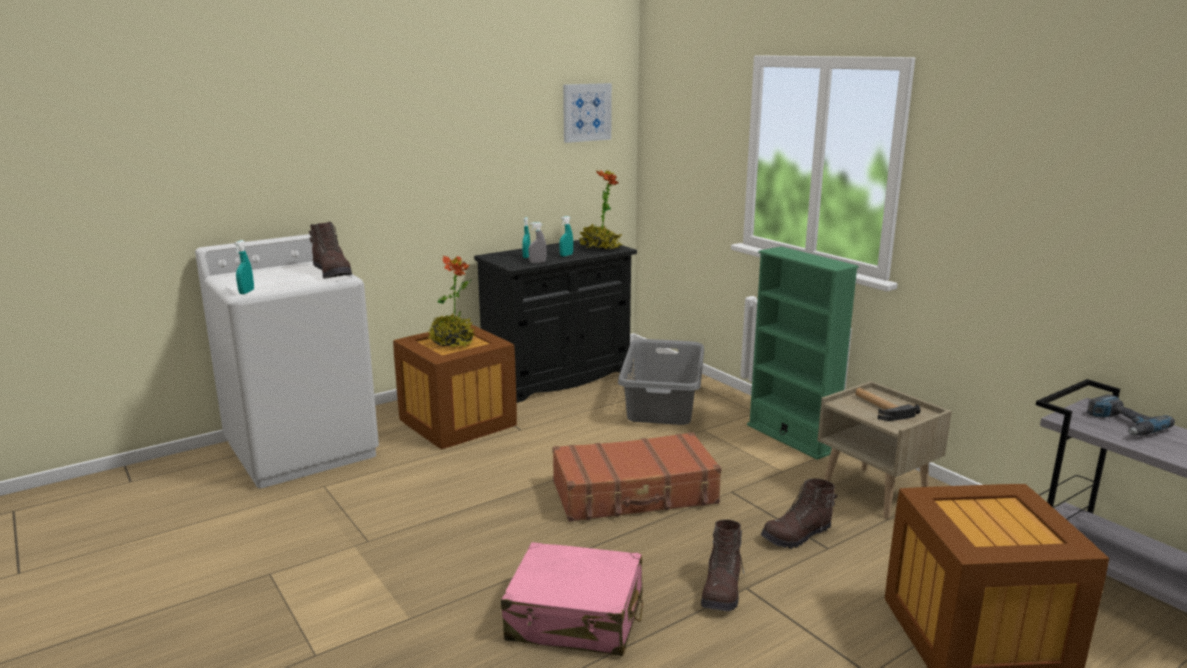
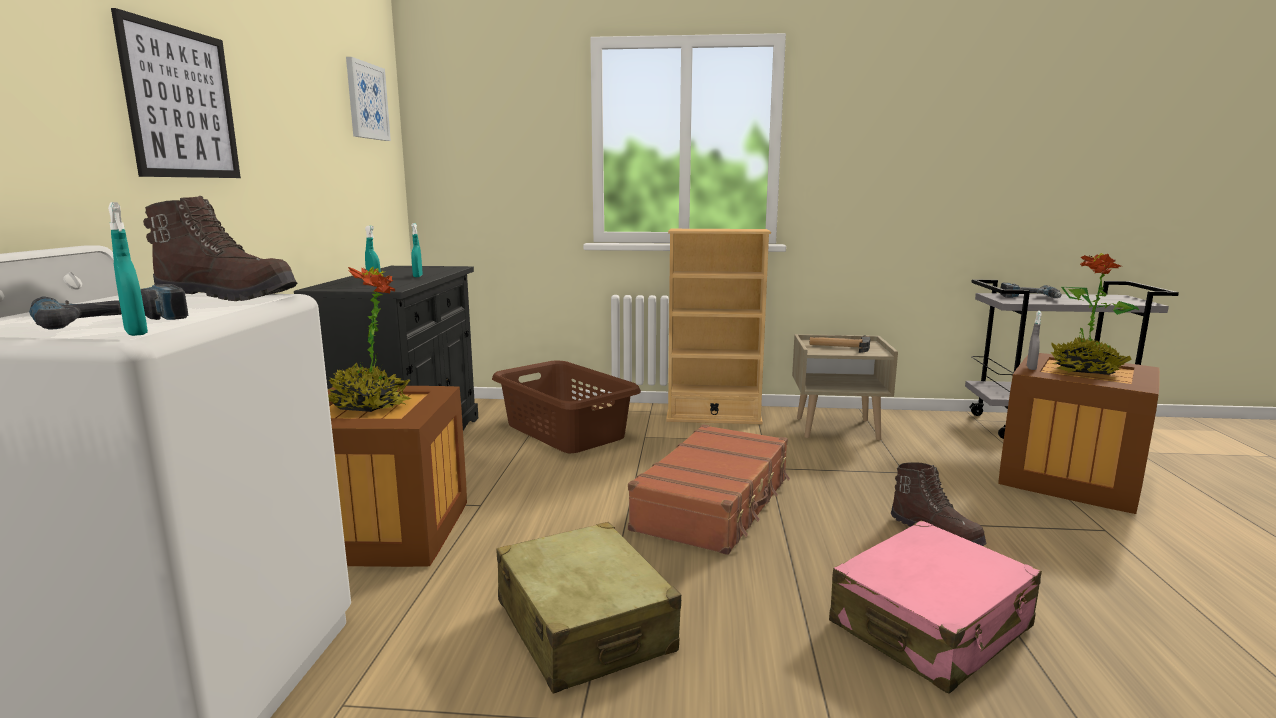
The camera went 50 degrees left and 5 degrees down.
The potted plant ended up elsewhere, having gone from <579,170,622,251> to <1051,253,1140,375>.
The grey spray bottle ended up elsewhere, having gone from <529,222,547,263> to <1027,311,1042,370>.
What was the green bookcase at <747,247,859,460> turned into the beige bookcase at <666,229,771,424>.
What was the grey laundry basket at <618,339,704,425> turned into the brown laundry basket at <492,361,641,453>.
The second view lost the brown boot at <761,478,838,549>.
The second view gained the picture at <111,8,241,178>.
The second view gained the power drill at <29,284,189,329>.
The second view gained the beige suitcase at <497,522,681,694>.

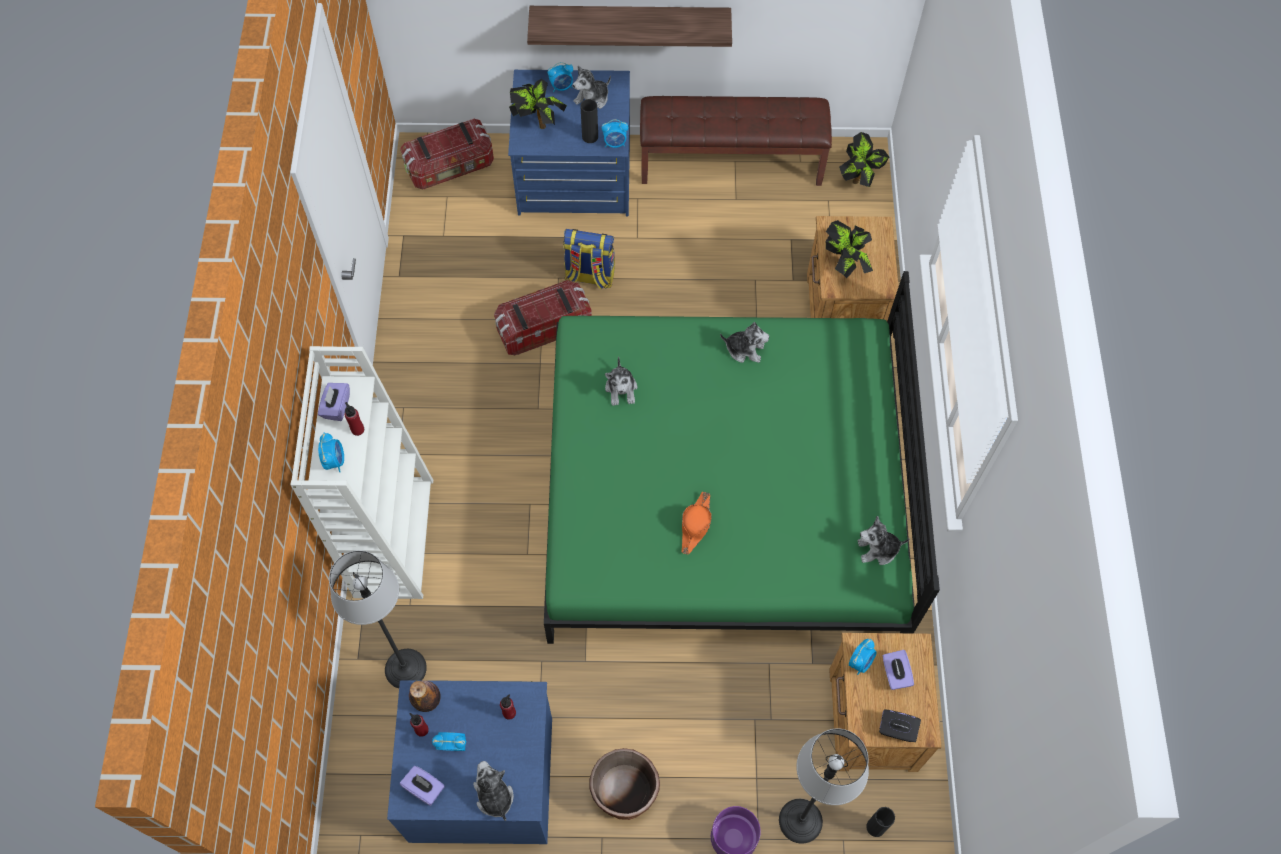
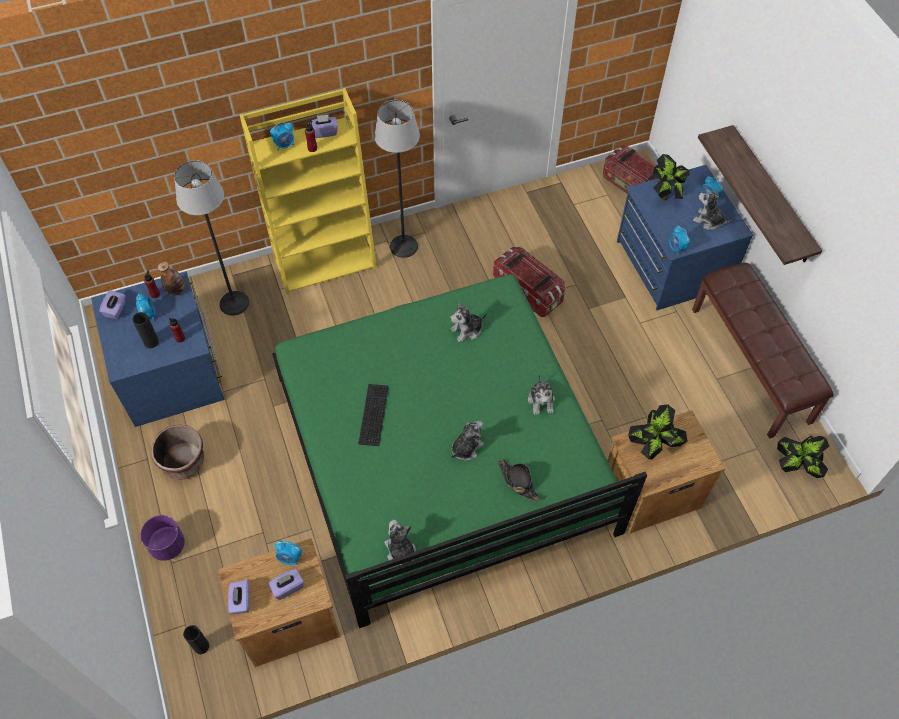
The camera went 70 degrees right and 5 degrees down.
The black vase ended up elsewhere, having gone from <580,99,598,143> to <132,312,159,348>.
The second view lost the backpack at <563,229,615,290>.
What was the white bookcase at <290,346,433,599> turned into the yellow bookcase at <240,88,377,295>.
Where the orange hat stood at <682,492,712,554>, the keyboard came to stand at <358,384,389,446>.
What was the black tissue box at <879,709,921,742> turned into the purple tissue box at <228,580,250,614>.
The floor lamp ended up elsewhere, having gone from <779,728,869,844> to <374,100,420,258>.
The plush toy ended up elsewhere, having gone from <473,761,514,821> to <451,420,484,461>.
The second view gained the black hat at <498,459,541,501>.

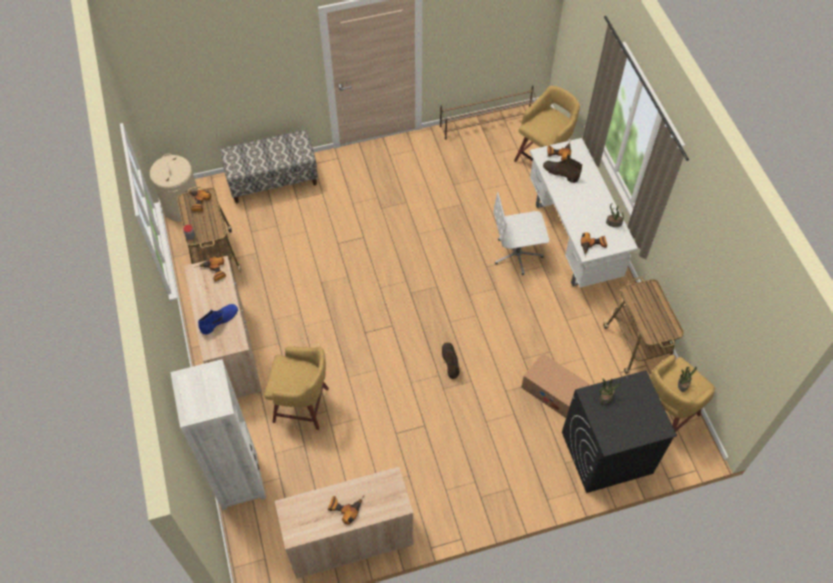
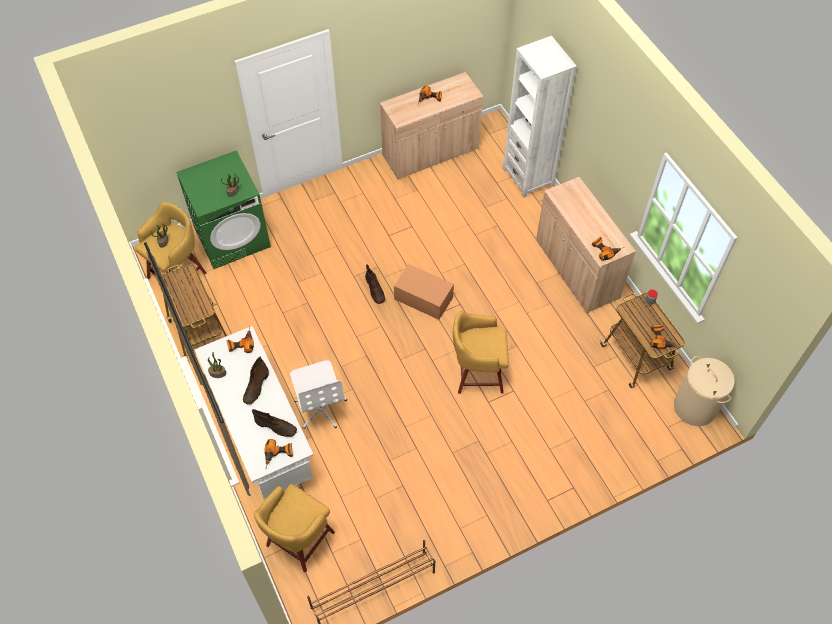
The camera went 170 degrees right and 0 degrees up.
The second view lost the bench at <220,130,318,203>.
The white office chair at <494,192,549,275> ended up facing another way, 90 degrees clockwise from before.
The second view lost the blue boot at <198,304,238,334>.
The yellow stool ended up elsewhere, having gone from <264,346,329,430> to <453,311,509,394>.
The cardboard box ended up elsewhere, having gone from <521,353,589,418> to <394,264,454,320>.
What was the black washing machine at <562,370,677,493> turned into the green washing machine at <176,150,271,269>.
The second view gained the brown boot at <243,357,269,405>.

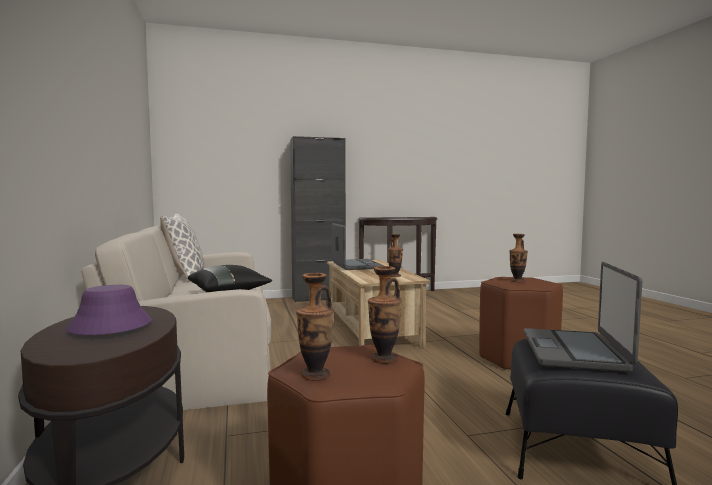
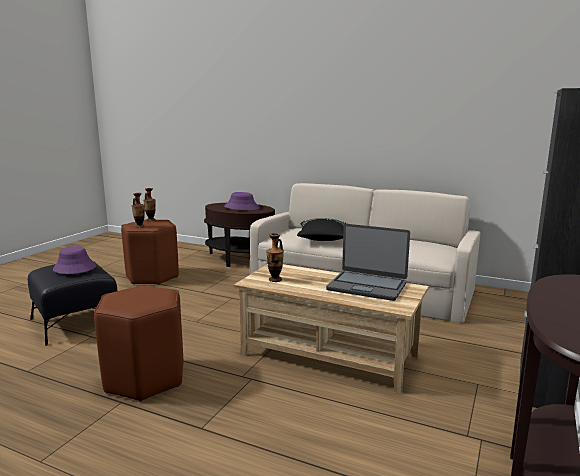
The camera went 130 degrees right and 10 degrees up.
The second view lost the pillow at <160,214,204,282>.
The second view lost the vase at <509,234,528,282>.
Where the laptop stood at <524,262,643,372>, the purple hat came to stand at <53,246,96,274>.

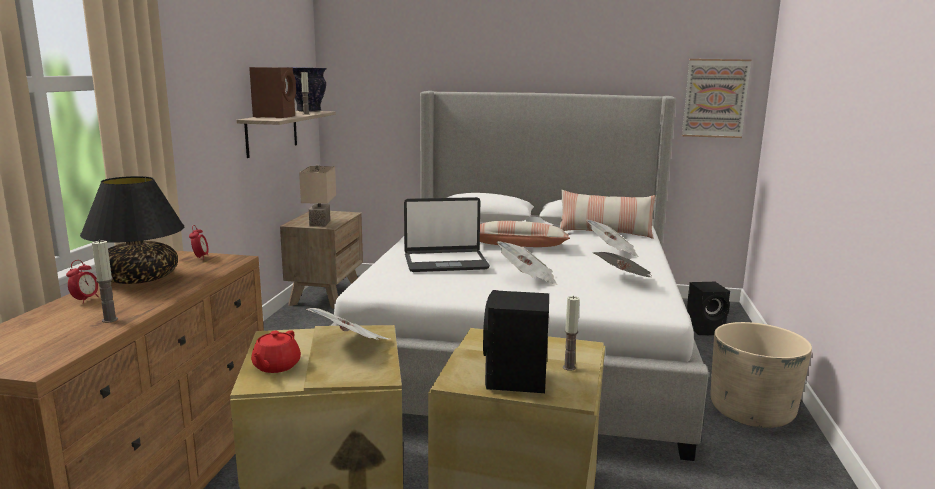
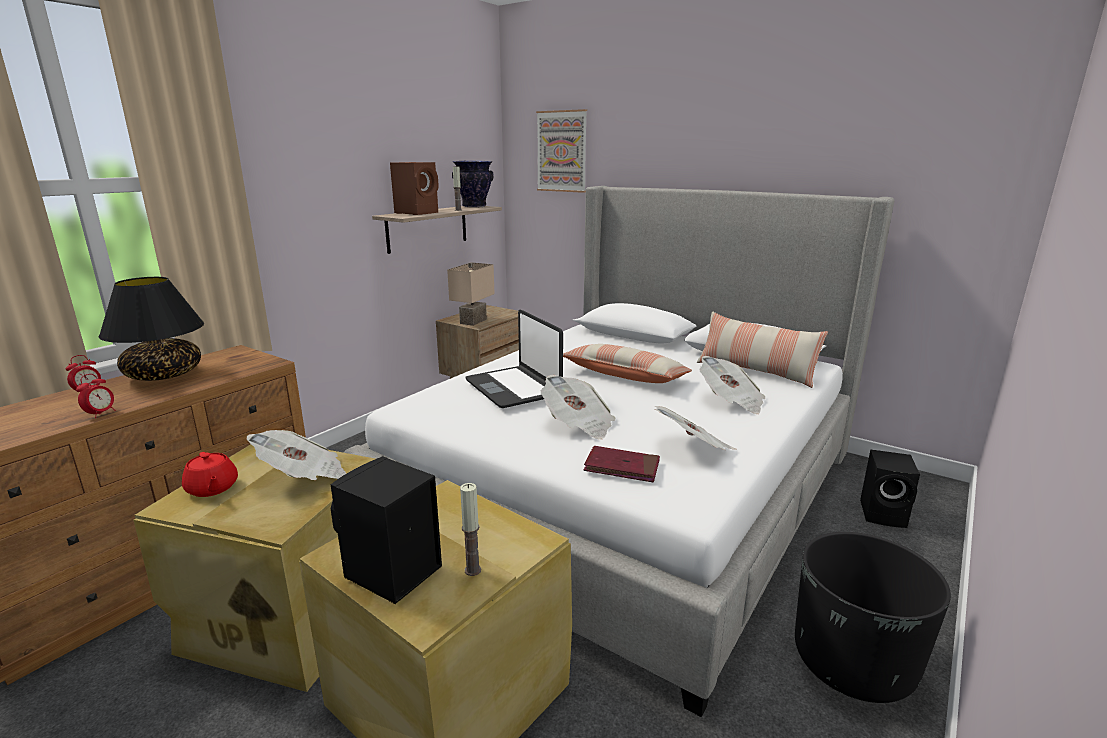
The camera went 25 degrees right and 5 degrees up.
The picture ended up elsewhere, having gone from <682,59,752,138> to <536,109,587,193>.
The laptop at <404,197,490,272> ended up facing another way, 45 degrees clockwise from before.
The alarm clock ended up elsewhere, having gone from <189,225,209,260> to <76,374,115,418>.
The second view lost the candle at <92,240,118,323>.
What was the beige planter at <711,322,812,428> turned into the black planter at <795,532,951,703>.
The red teapot at <251,330,301,373> ended up facing another way, 75 degrees counterclockwise from before.
The second view gained the red book at <584,446,660,483>.

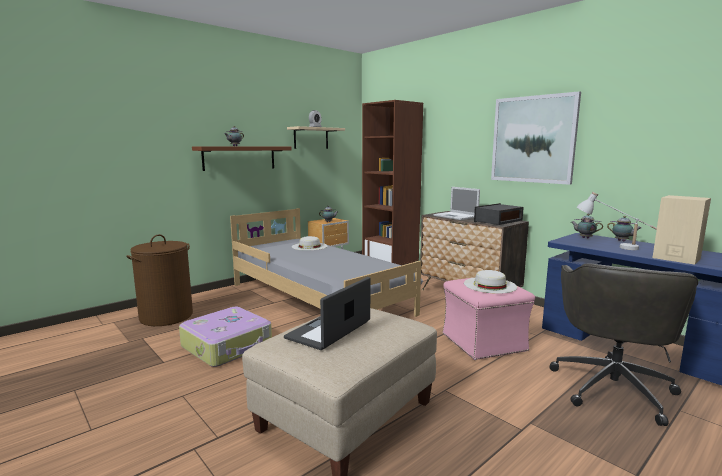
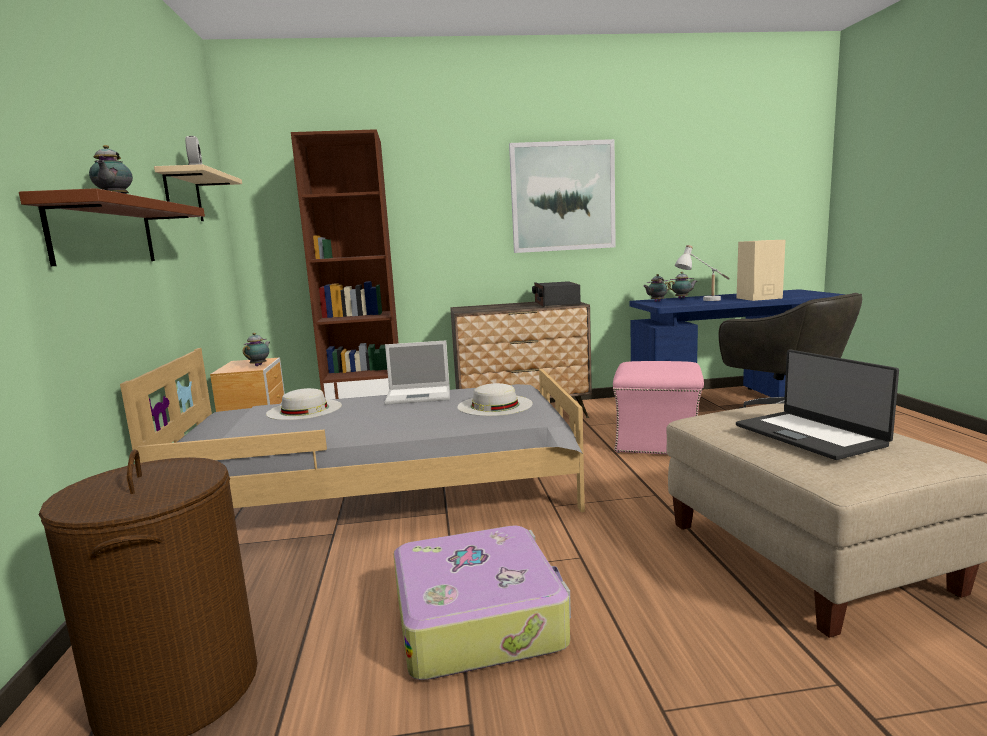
The camera went 55 degrees left and 0 degrees up.
The laptop ended up elsewhere, having gone from <433,187,480,220> to <384,340,450,405>.
The white hat ended up elsewhere, having gone from <464,270,517,294> to <458,383,533,416>.

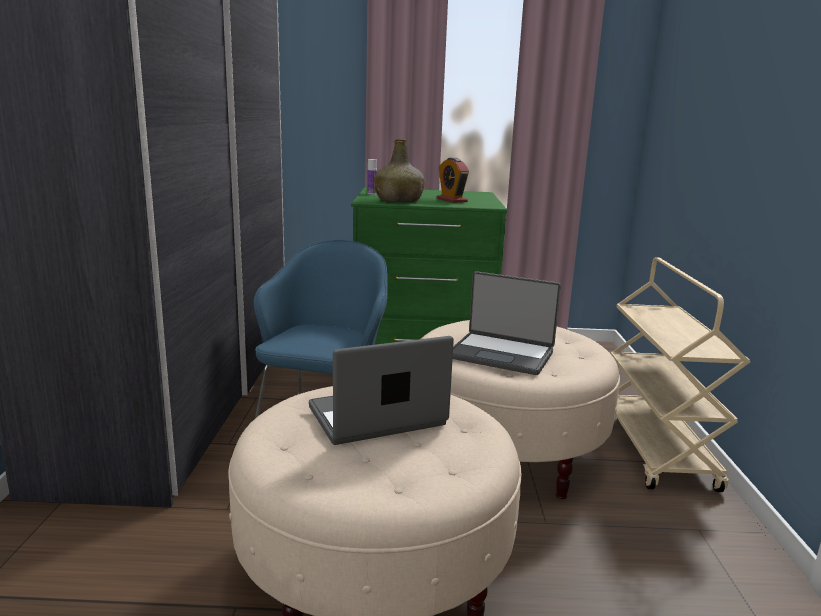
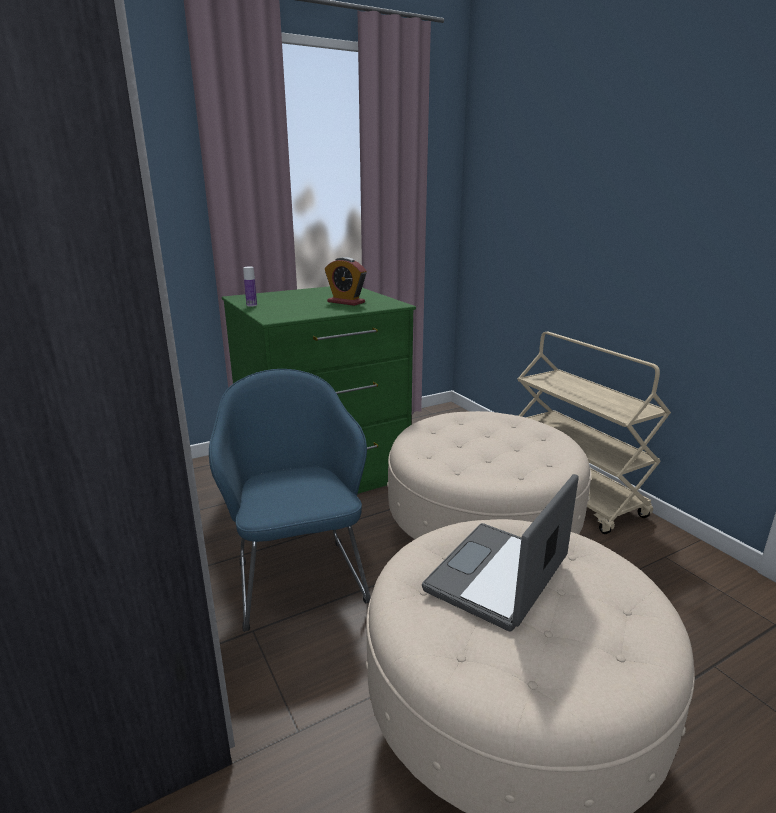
The camera went 30 degrees left and 5 degrees up.
The second view lost the green bottle at <374,139,425,202>.
The second view lost the laptop at <453,271,561,375>.

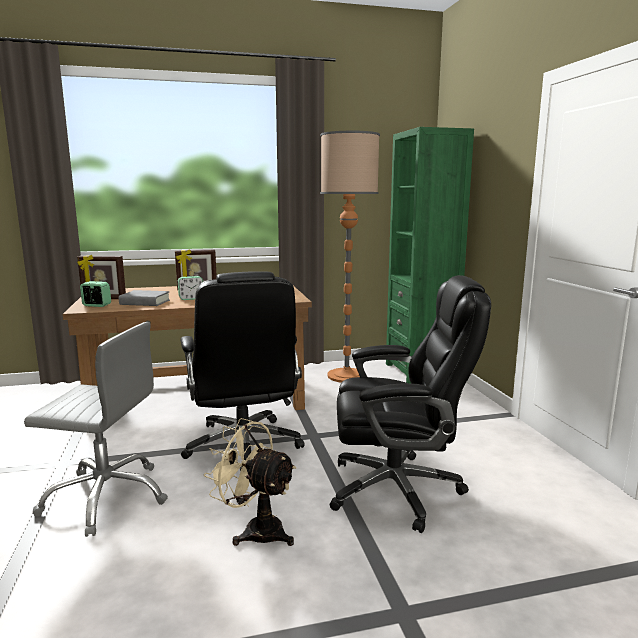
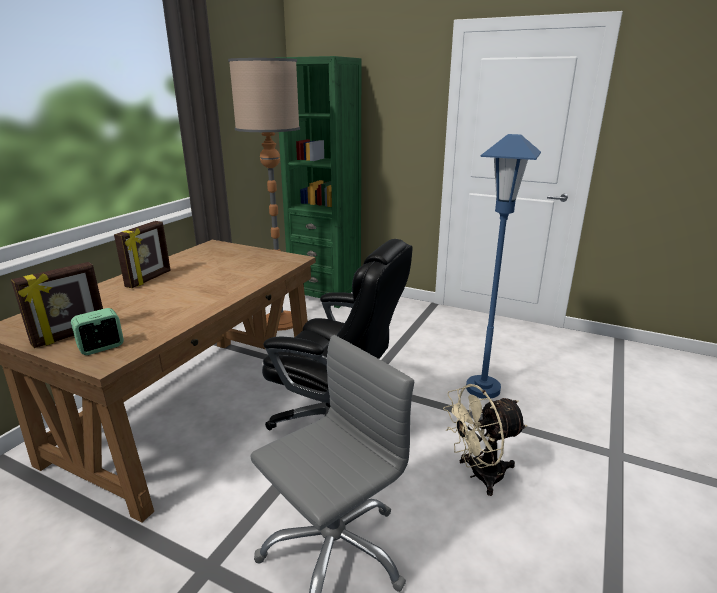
The camera went 50 degrees left and 10 degrees up.
Where the black office chair stood at <329,275,491,533>, the blue floor lamp came to stand at <466,134,541,399>.
The second view lost the alarm clock at <178,276,203,300>.
The second view lost the grey book at <119,290,170,306>.

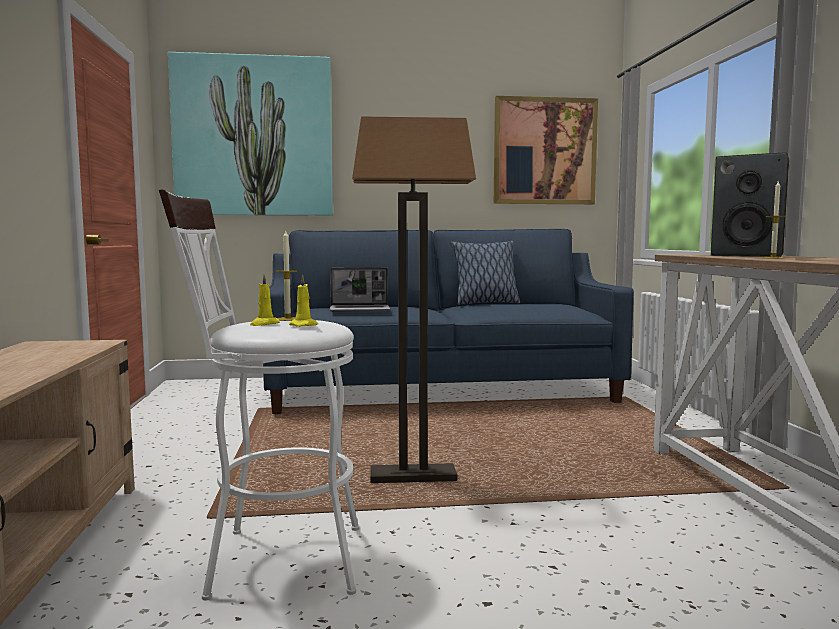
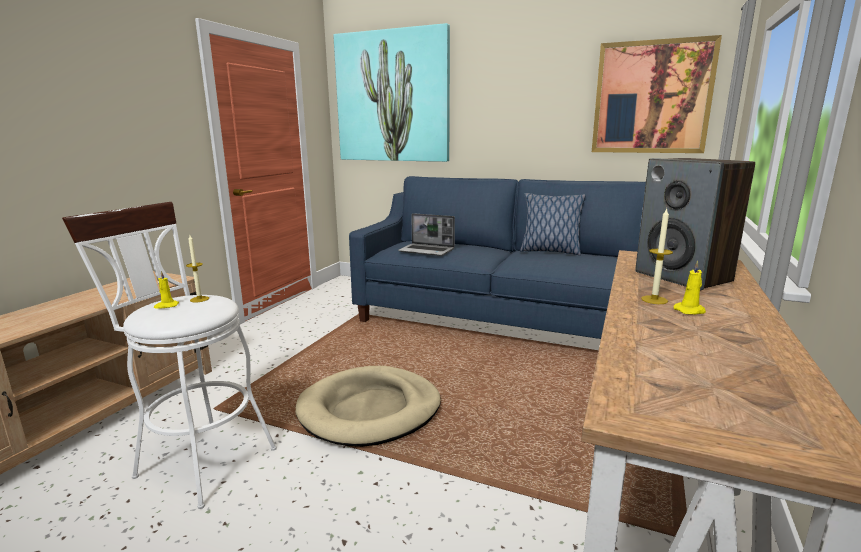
The camera went 30 degrees right and 10 degrees up.
Where the floor lamp stood at <352,116,476,483>, the beige dog bed came to stand at <296,366,441,447>.
The yellow candle ended up elsewhere, having gone from <289,275,318,327> to <674,260,706,315>.

